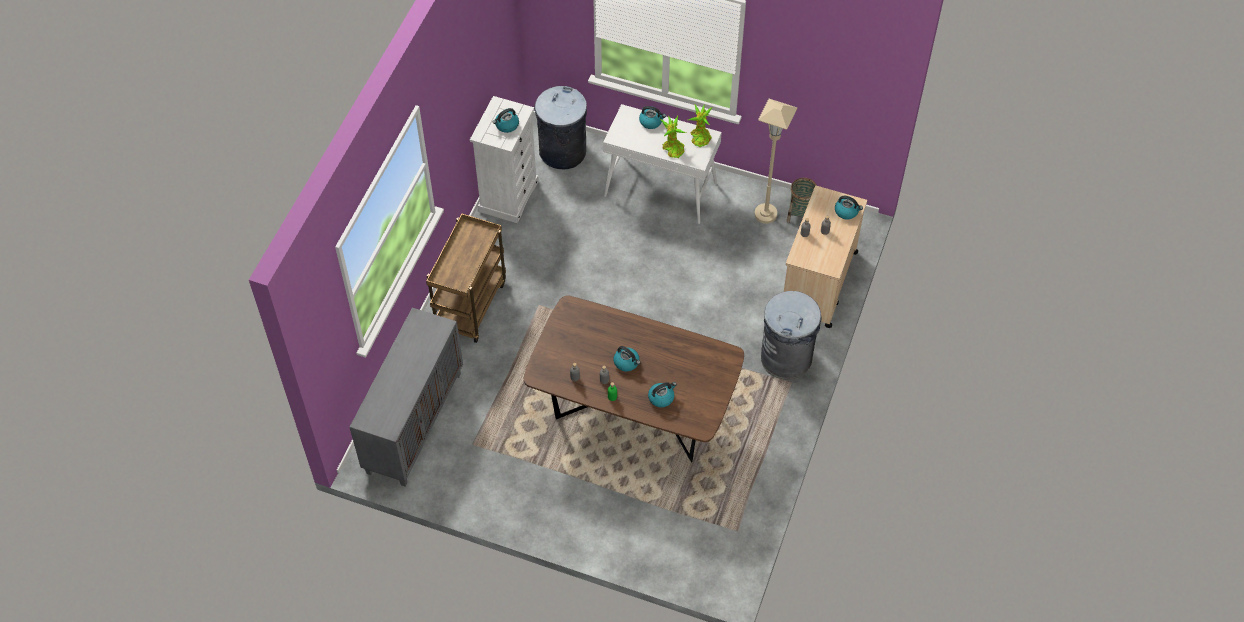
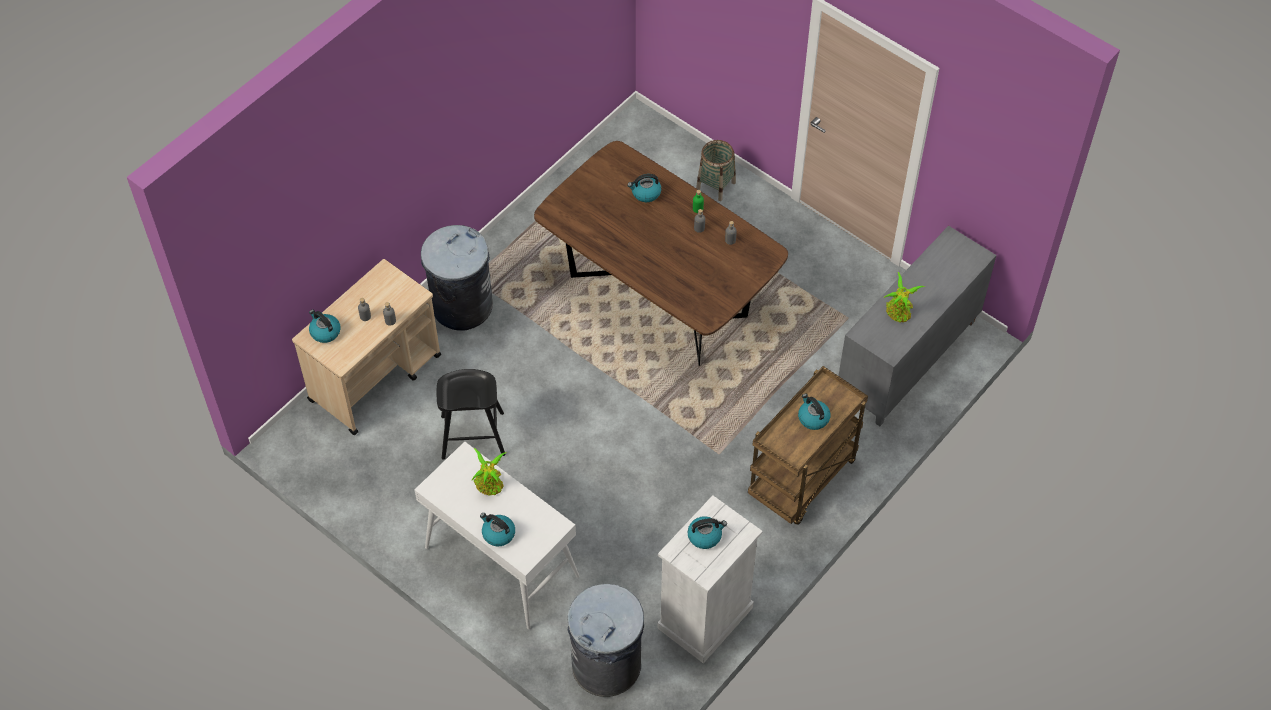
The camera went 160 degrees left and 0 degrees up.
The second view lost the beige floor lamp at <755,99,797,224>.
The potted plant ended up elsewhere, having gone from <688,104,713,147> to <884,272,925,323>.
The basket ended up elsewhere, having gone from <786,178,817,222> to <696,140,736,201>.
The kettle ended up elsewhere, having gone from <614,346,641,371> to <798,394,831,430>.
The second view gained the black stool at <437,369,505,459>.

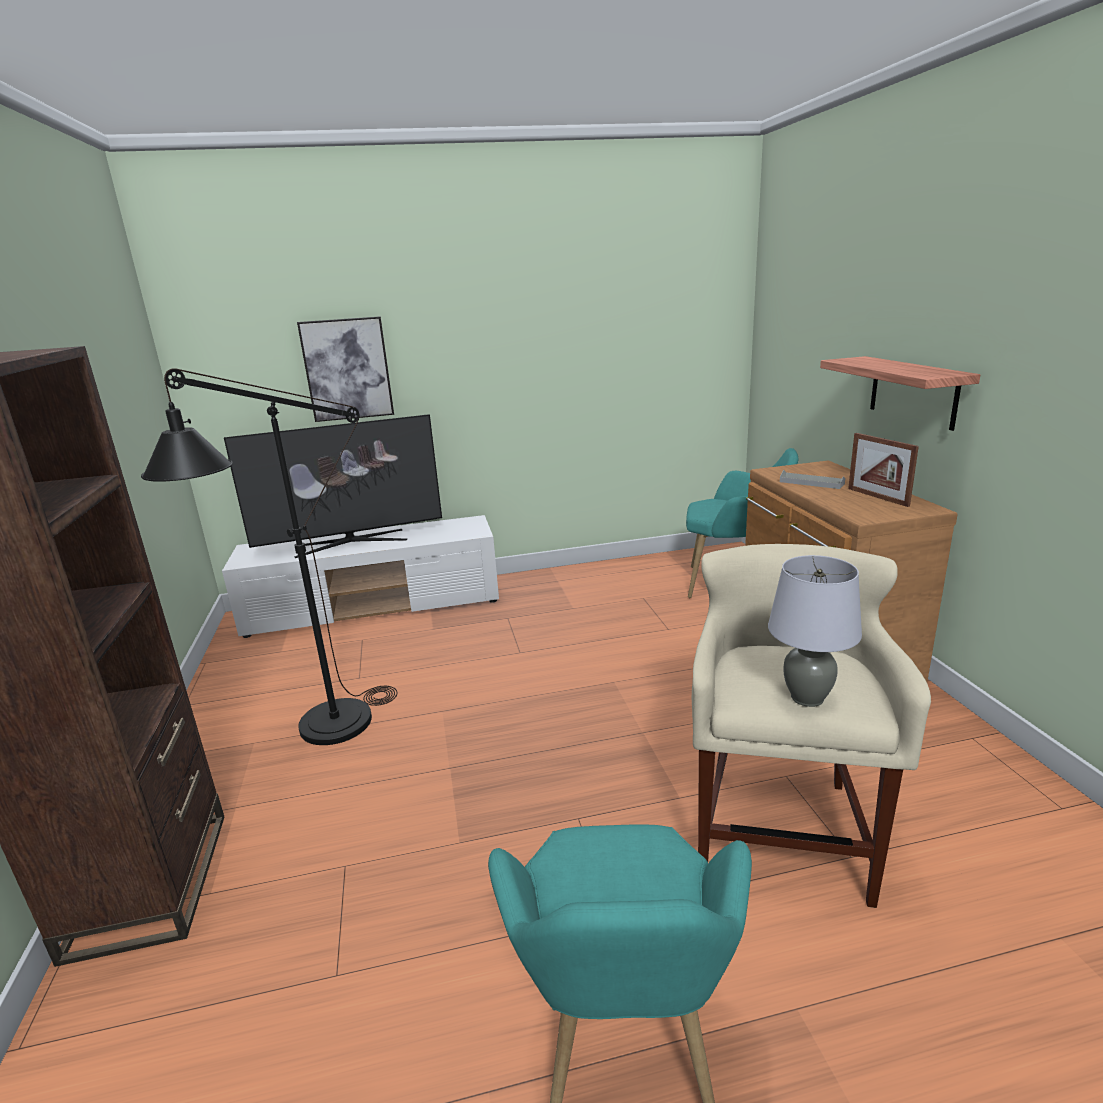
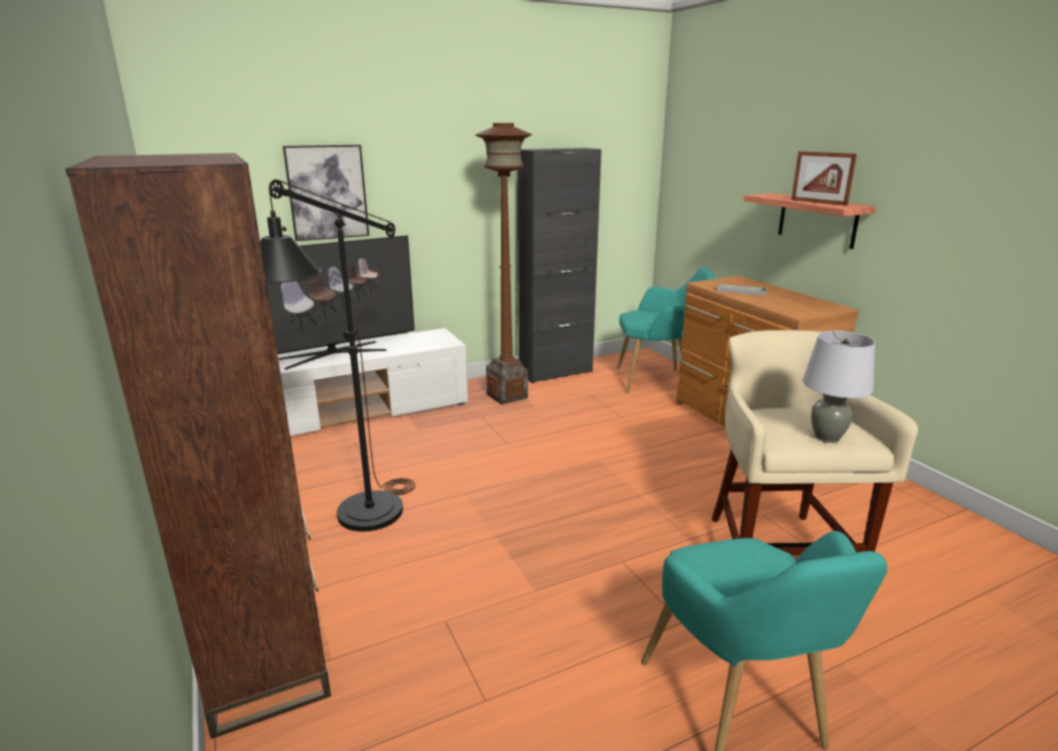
The camera went 15 degrees left and 0 degrees up.
The picture frame ended up elsewhere, having gone from <848,433,919,507> to <791,151,857,206>.
The second view gained the brown floor lamp at <475,123,532,405>.
The second view gained the black cabinet at <518,148,601,383>.

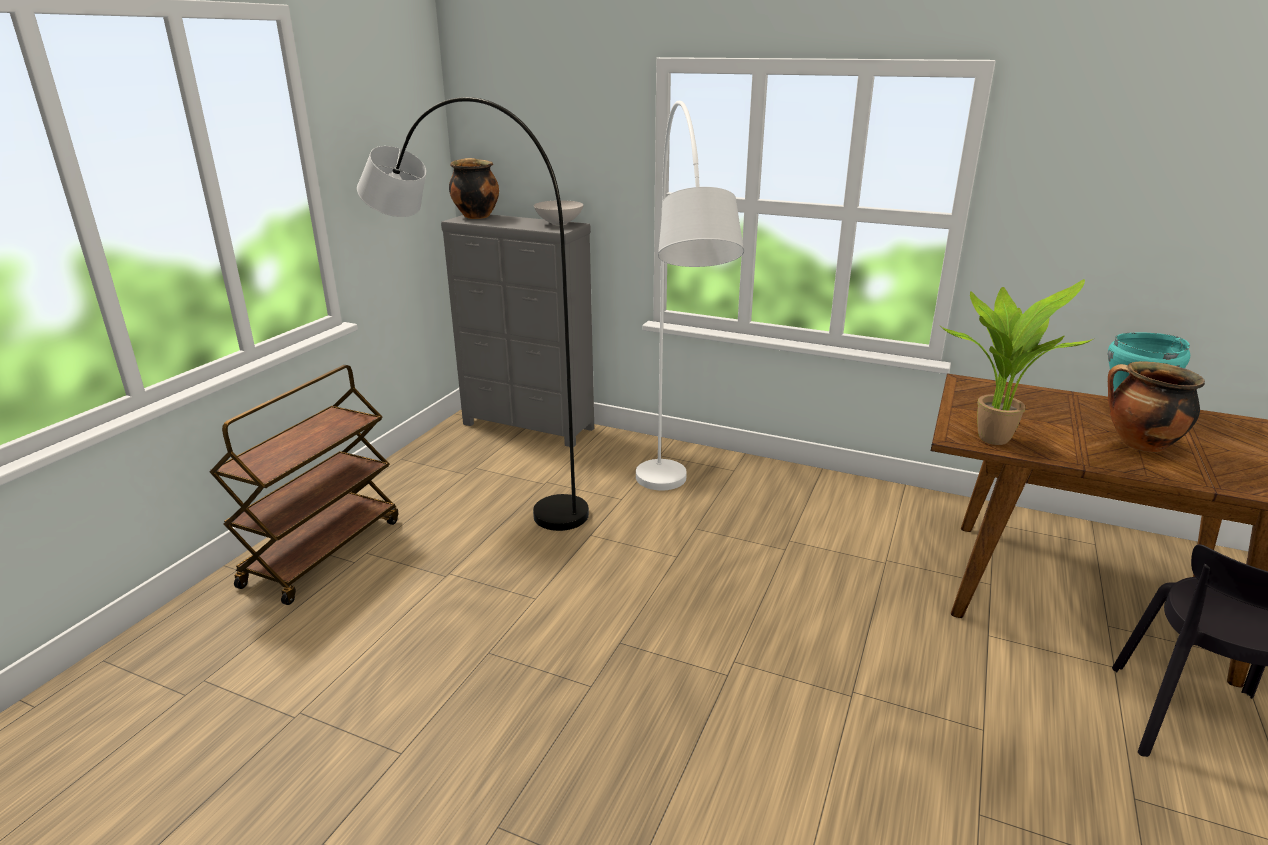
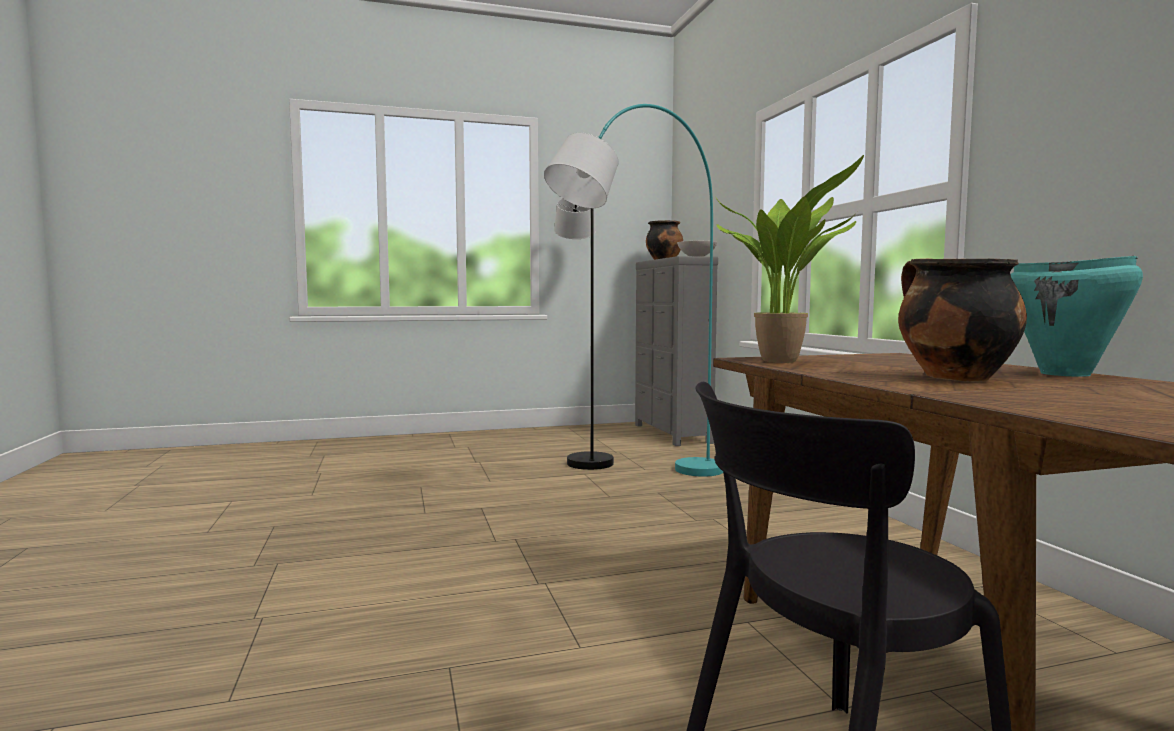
The camera went 50 degrees right and 20 degrees down.
What was the white floor lamp at <636,101,744,490> turned into the turquoise floor lamp at <544,104,723,477>.
The second view lost the brown cart at <210,365,398,605>.

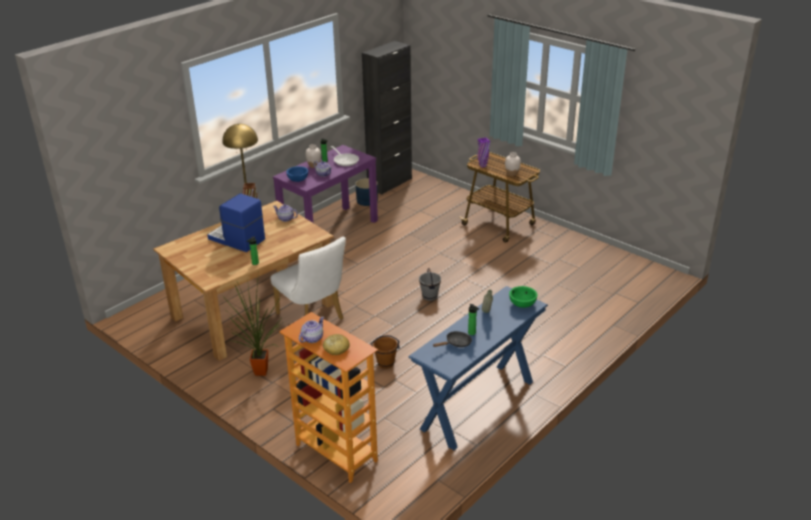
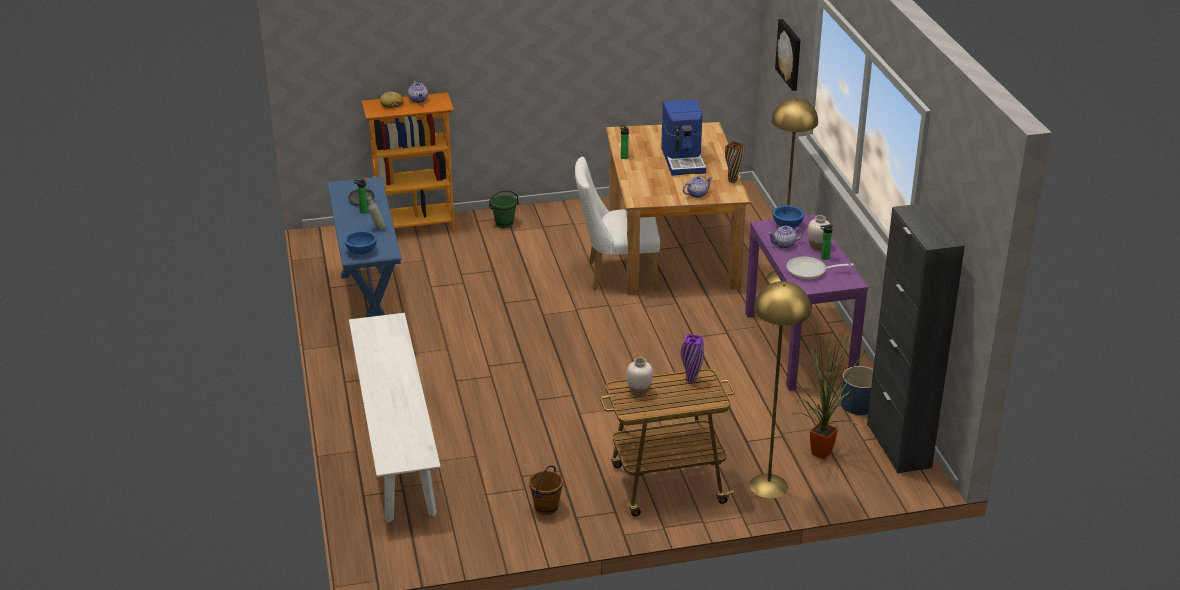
The camera went 125 degrees right and 0 degrees up.
The coffee machine at <208,194,265,252> ended up facing another way, 105 degrees clockwise from before.
The second view lost the grey bucket at <419,268,441,301>.
The potted plant ended up elsewhere, having gone from <224,272,283,376> to <791,323,868,459>.
What was the green bowl at <509,286,537,308> turned into the blue bowl at <344,231,377,254>.
The brown bucket ended up elsewhere, having gone from <371,335,400,369> to <529,466,563,515>.
The second view gained the picture at <775,19,801,91>.
The second view gained the green bucket at <489,190,519,228>.
The second view gained the yellow floor lamp at <749,281,811,499>.
The second view gained the white bench at <349,313,441,523>.

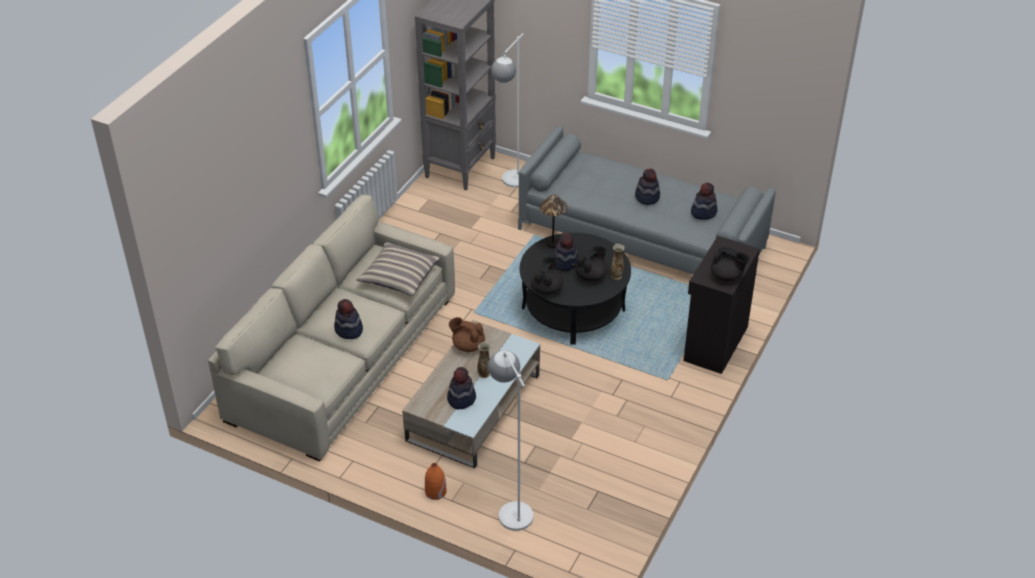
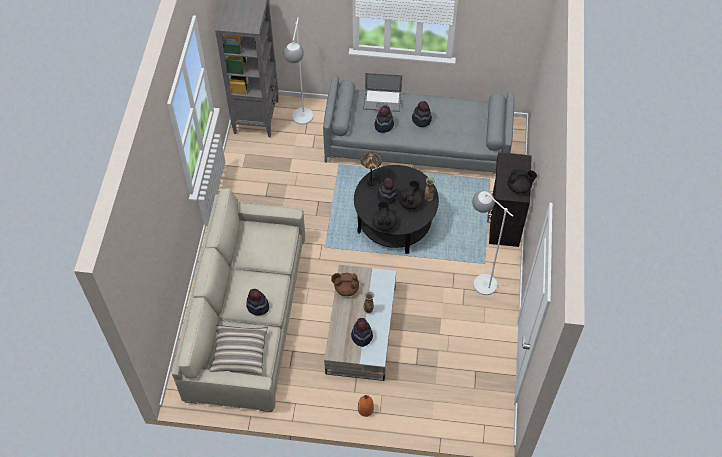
The camera went 20 degrees left and 15 degrees up.
The hat ended up elsewhere, having gone from <691,183,717,220> to <374,105,394,133>.
The pillow ended up elsewhere, having gone from <357,242,441,296> to <209,324,268,375>.
The white floor lamp ended up elsewhere, having gone from <488,350,533,531> to <472,190,513,295>.
The second view gained the laptop at <363,73,402,112>.

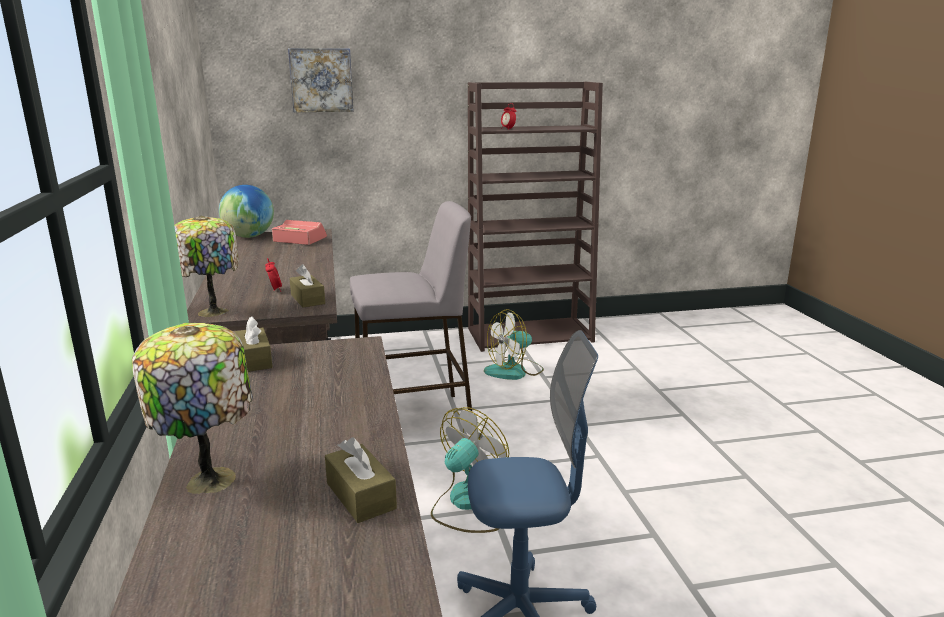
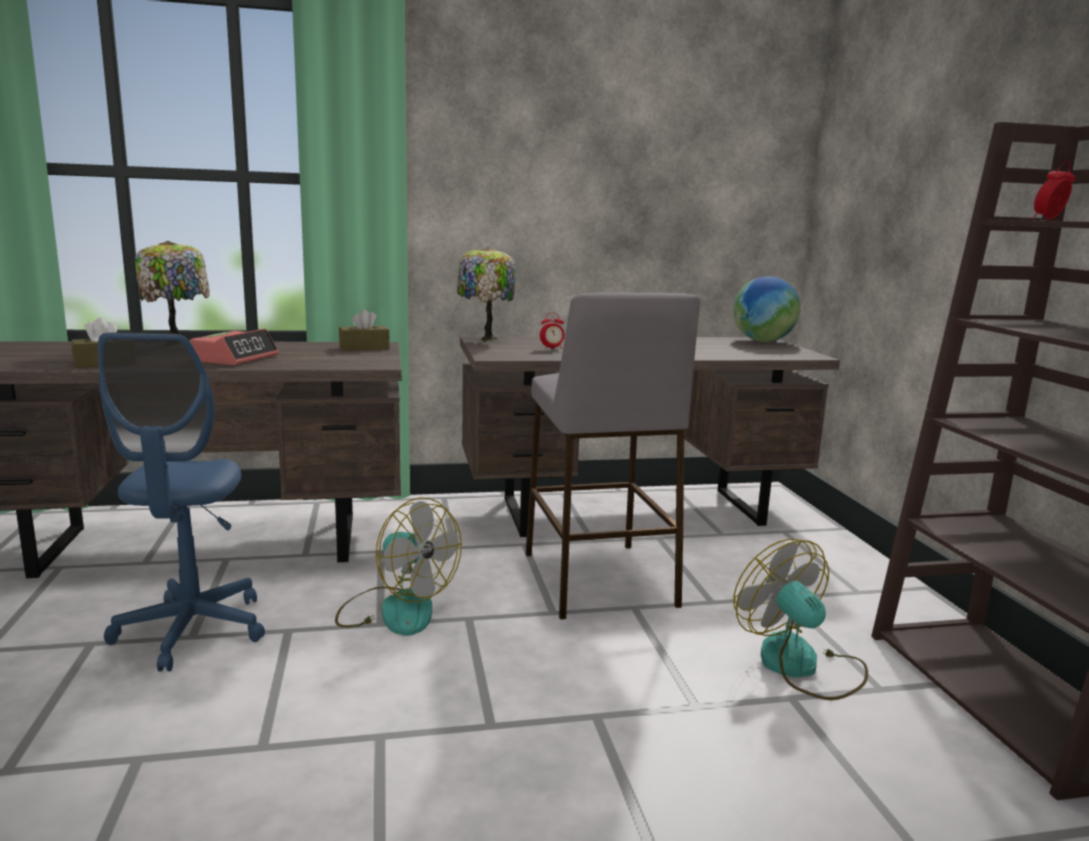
The camera went 90 degrees right and 5 degrees down.
The second view lost the picture at <288,48,354,112>.
The alarm clock ended up elsewhere, having gone from <272,220,327,245> to <190,329,279,365>.
The second view lost the brown tissue box at <290,264,325,308>.

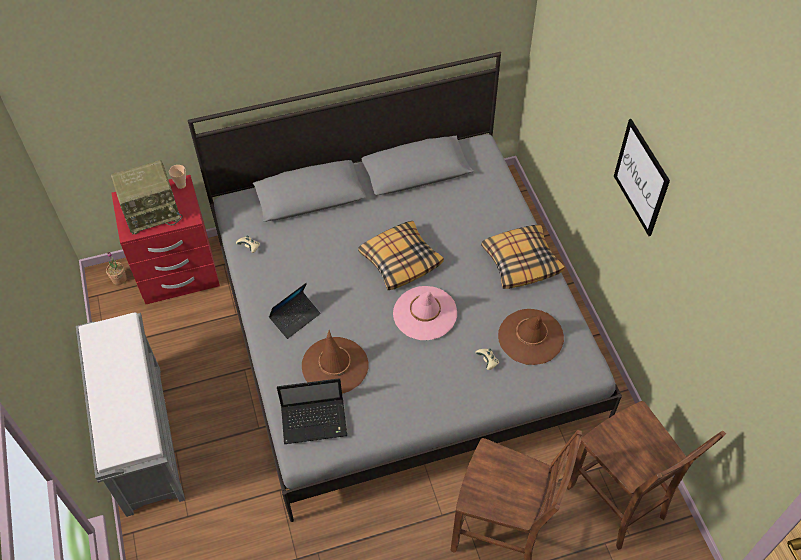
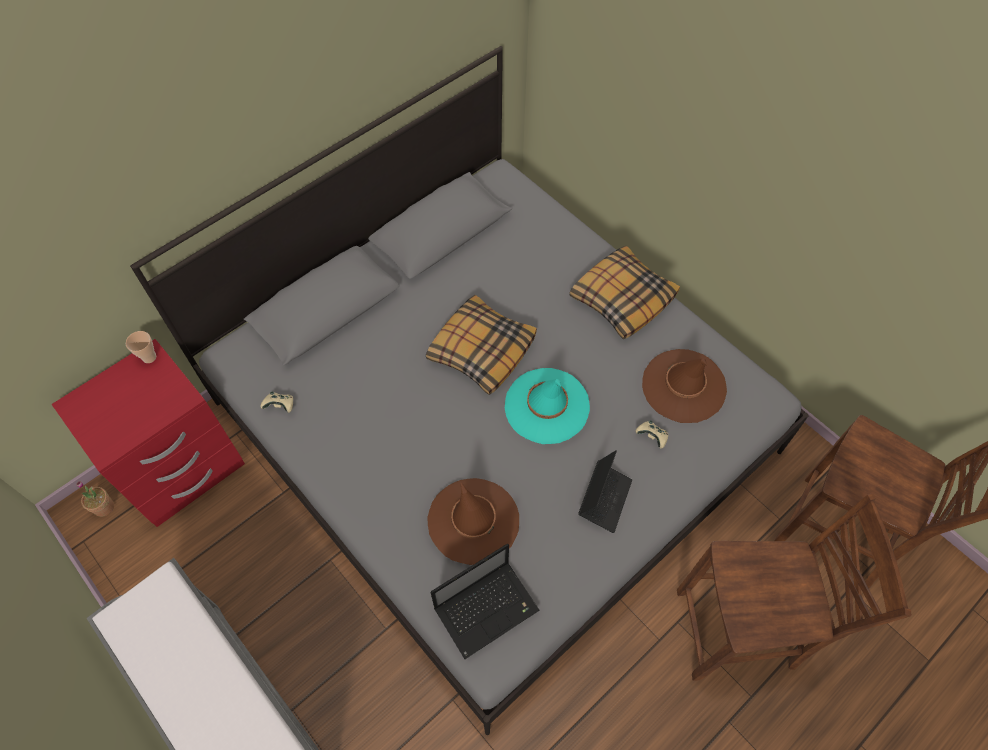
The camera went 25 degrees left and 5 degrees up.
The second view lost the picture at <614,119,670,236>.
The second view lost the radio at <111,160,183,235>.
The laptop ended up elsewhere, having gone from <269,282,321,339> to <578,450,632,533>.
What was the pink hat at <393,286,457,340> turned into the turquoise hat at <505,368,590,444>.

